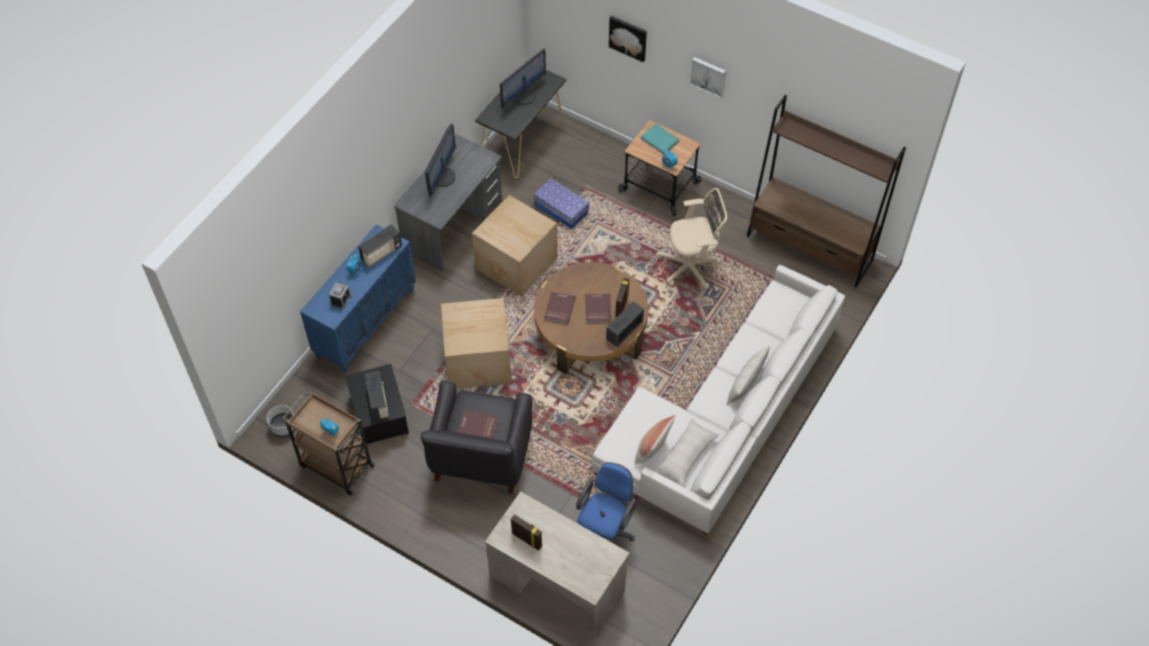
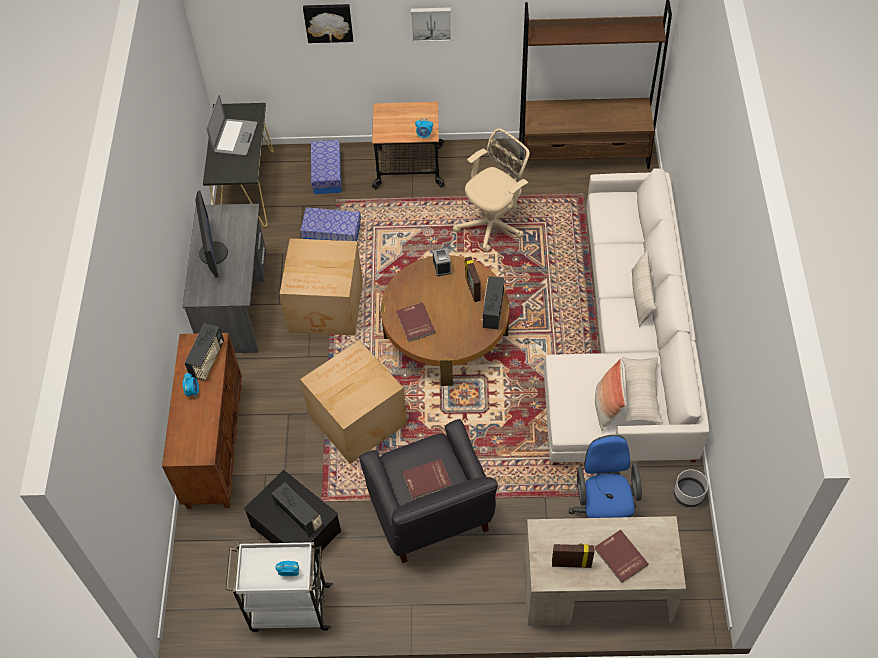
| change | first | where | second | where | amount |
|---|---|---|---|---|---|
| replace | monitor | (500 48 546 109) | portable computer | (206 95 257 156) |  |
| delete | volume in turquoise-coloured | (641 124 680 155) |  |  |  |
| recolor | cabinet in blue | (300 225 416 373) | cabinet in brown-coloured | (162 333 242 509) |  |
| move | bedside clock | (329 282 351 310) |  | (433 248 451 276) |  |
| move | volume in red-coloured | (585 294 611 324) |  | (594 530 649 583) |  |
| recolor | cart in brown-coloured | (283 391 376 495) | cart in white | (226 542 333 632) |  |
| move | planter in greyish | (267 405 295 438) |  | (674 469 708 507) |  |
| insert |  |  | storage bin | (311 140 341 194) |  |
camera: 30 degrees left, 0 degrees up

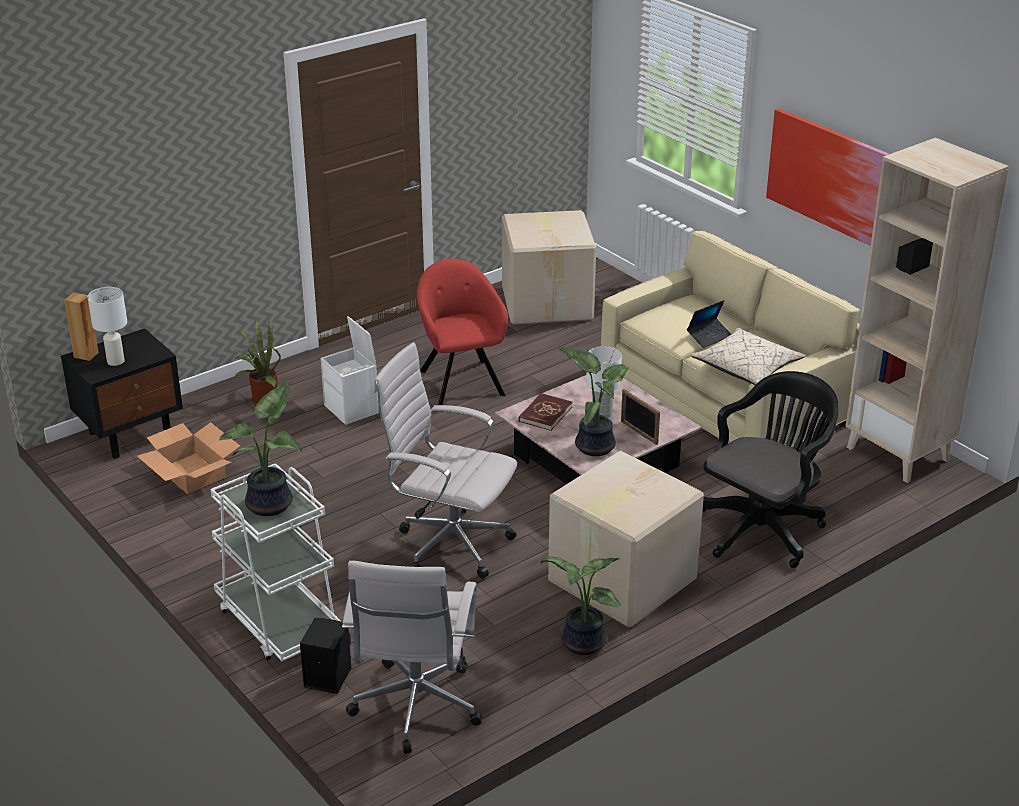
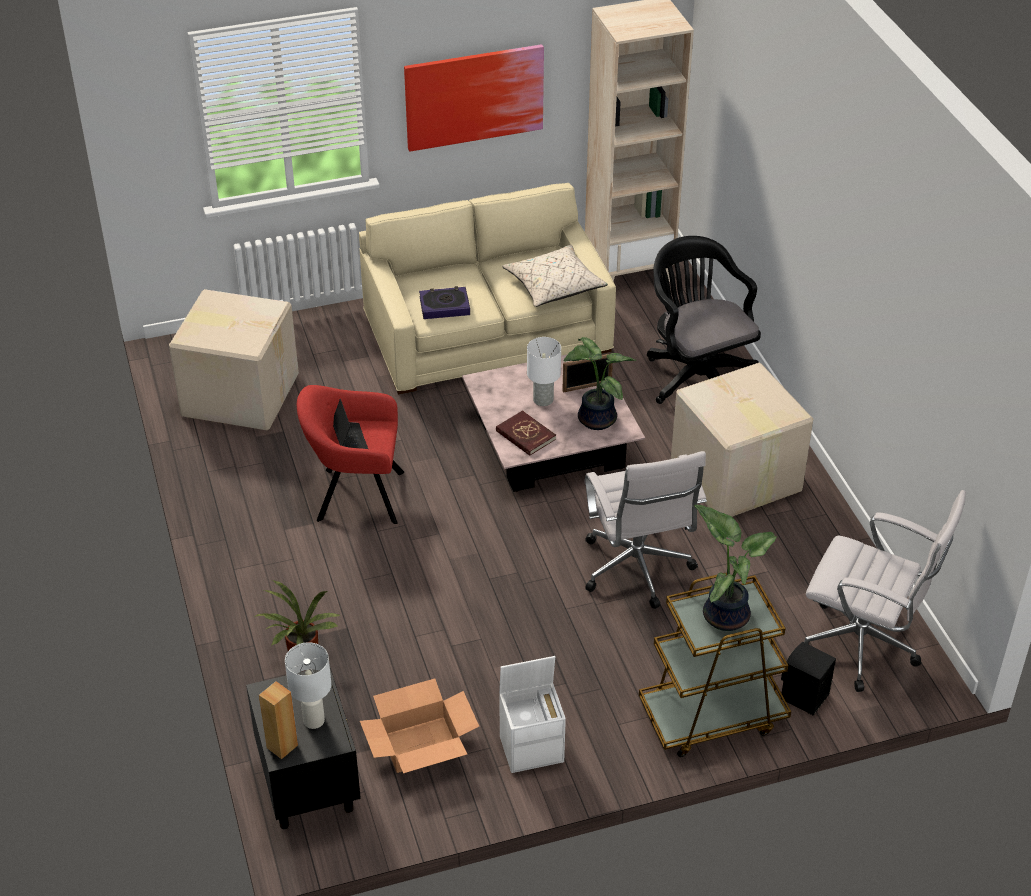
| change | first | where | second | where | amount |
|---|---|---|---|---|---|
| move | portable computer | (687 300 731 348) |  | (333 399 368 449) |  |
| move | storage bin in white | (321 316 379 425) |  | (499 656 566 773) |  |
| rotate | computer chair in white | (374 342 517 579) |  | (584 451 707 609) | 60 degrees counterclockwise |
| recolor | cart in white | (211 463 342 661) | cart in brown-coloured | (639 573 791 757) |  |
| delete | houseplant | (540 556 621 655) |  |  |  |
| insert |  |  | volume | (419 286 470 319) |  |
camera: 70 degrees left, 10 degrees up

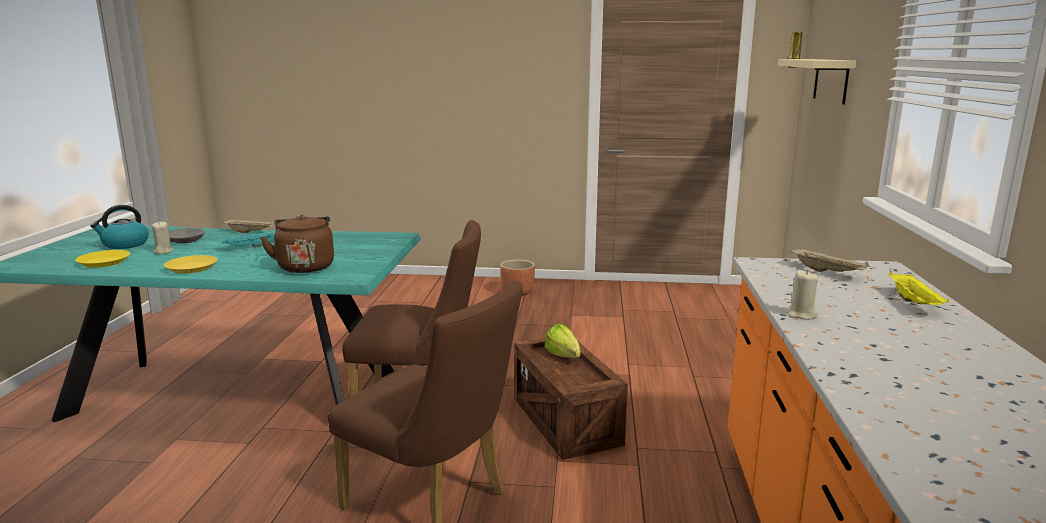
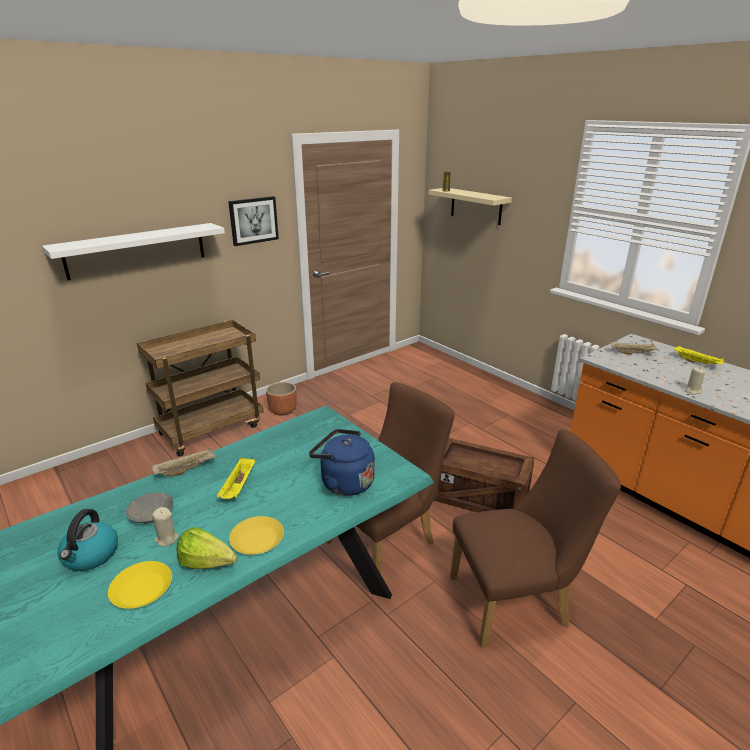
| change | first | where | second | where | amount |
|---|---|---|---|---|---|
| recolor | kettle in brown-coloured | (260 215 334 273) | kettle in blue | (309 429 375 496) |  |
| recolor | carrying tray in turquoise-coloured | (217 229 277 247) | carrying tray in yellow | (217 457 255 499) |  |
| move | lettuce | (545 324 581 358) |  | (176 527 237 569) |  |
| insert |  |  | picture | (228 196 279 246) |  |
| insert |  |  | bracket shelf in white | (42 223 225 280) |  |
| insert |  |  | cart in brown-coloured | (137 320 263 456) |  |
camera: 45 degrees left, 10 degrees up

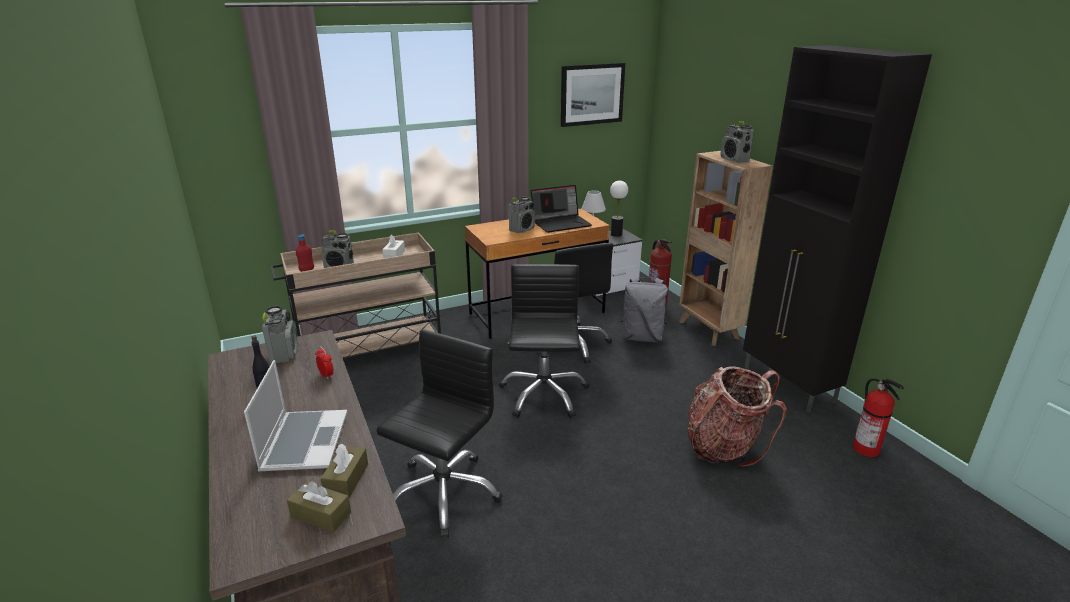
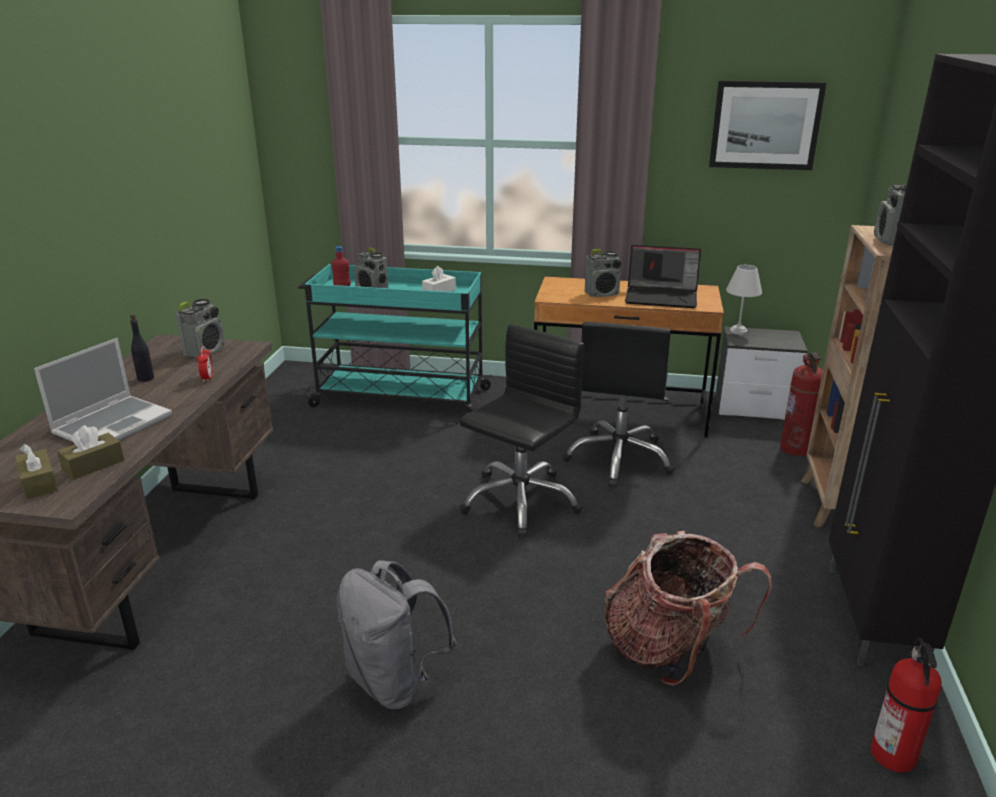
| change | first | where | second | where | amount |
|---|---|---|---|---|---|
| delete | tabletop lamp | (610 181 628 237) |  |  |  |
| recolor | cart in beige-coloured | (270 232 441 360) | cart in turquoise-coloured | (298 264 493 413) |  |
| move | rucksack in greyish | (620 277 668 342) |  | (337 560 457 710) |  |
| delete | computer chair in black-coloured | (376 329 503 538) |  |  |  |
camera: 35 degrees right, 0 degrees up

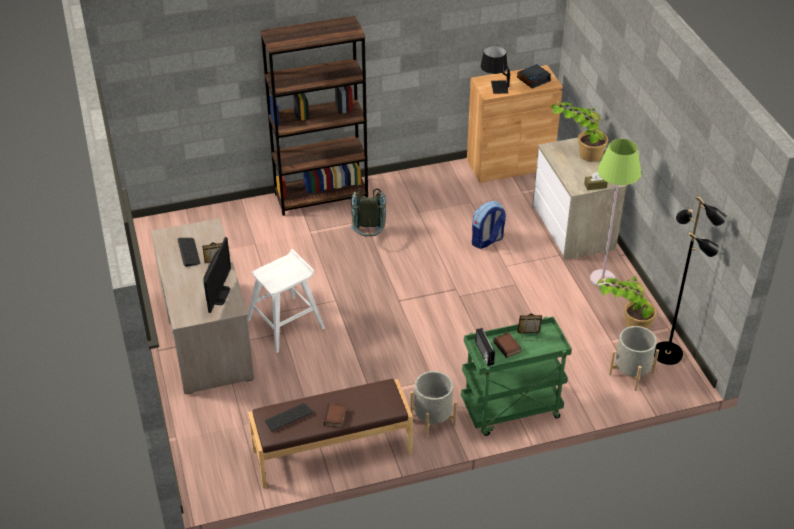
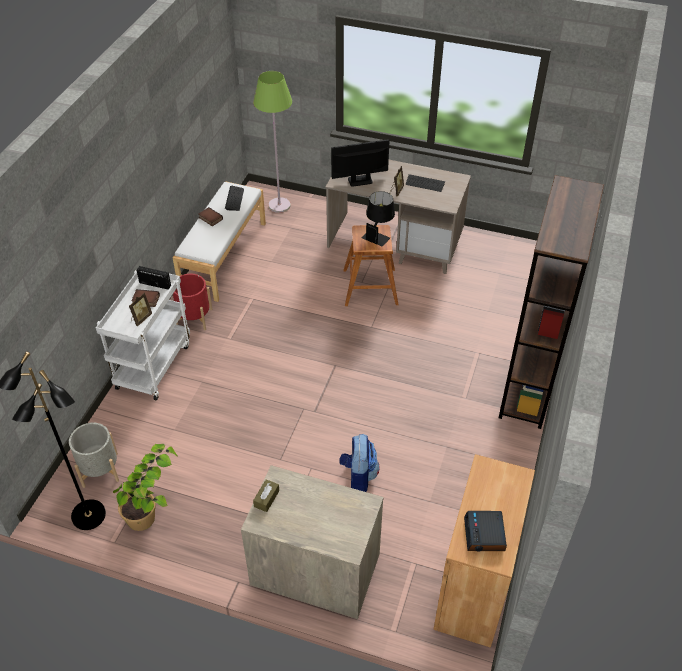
| change | first | where | second | where | amount |
|---|---|---|---|---|---|
| move | tabletop lamp in black-coloured | (481 46 510 94) |  | (362 191 395 247) |  |
| delete | houseplant | (550 101 608 162) |  |  |  |
| move | standard lamp in green | (590 139 641 287) |  | (253 71 292 213) |  |
| delete | rucksack in greyish | (350 188 386 236) |  |  |  |
| rotate | monitor | (203 237 231 313) |  | (331 139 389 187) | 120 degrees clockwise |
| recolor | sitting stool in white | (247 249 325 353) | sitting stool in brown-coloured | (343 225 398 306) |  |
| recolor | cart in green | (461 316 572 436) | cart in white | (96 270 190 400) |  |
| recolor | planter in greyish | (410 371 457 438) | planter in red-coloured | (173 274 212 330) |  |
| recolor | bench in brown-coloured | (248 379 413 488) | bench in white | (173 181 266 302) |  |
camera: 125 degrees right, 5 degrees up

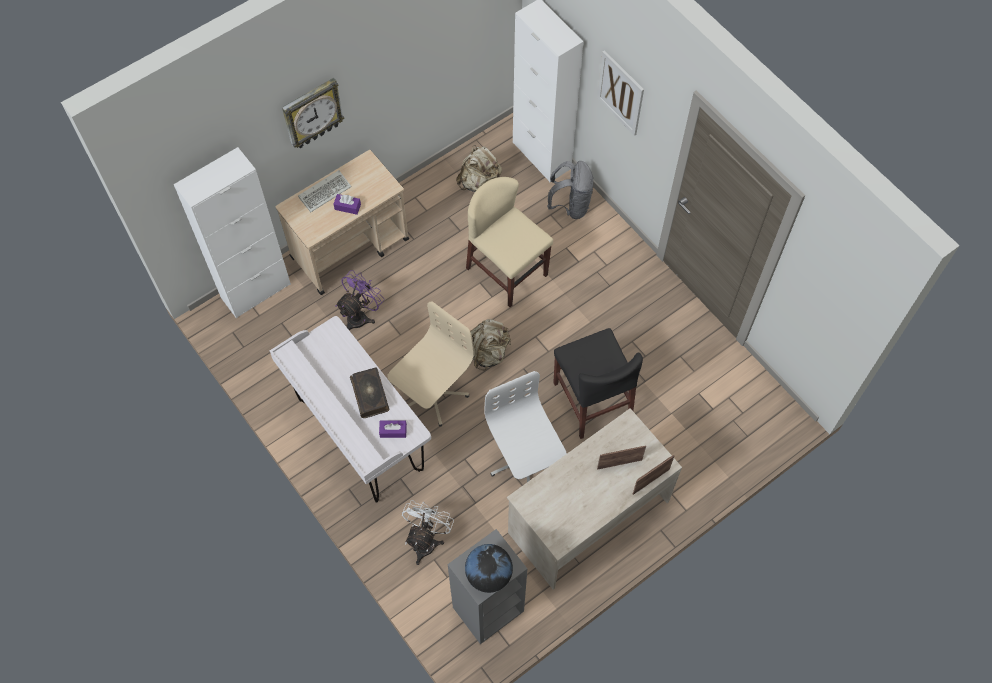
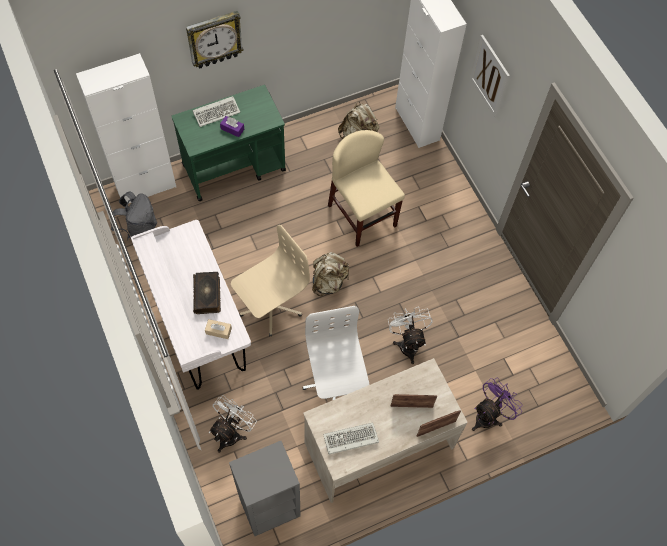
| change | first | where | second | where | amount |
|---|---|---|---|---|---|
| recolor | cart in beige-coloured | (275 150 409 295) | cart in green | (171 85 286 201) |  |
| move | rucksack in greyish | (547 161 594 219) |  | (111 192 157 240) |  |
| move | cooling fan in purplish | (335 270 385 330) |  | (472 378 523 431) |  |
| replace | upright chair in black-coloured | (553 328 643 439) | cooling fan in white | (388 307 433 364) |  |
| recolor | box of tissues in purplish | (379 421 407 438) | box of tissues in beige-coloured | (205 319 232 339) |  |
| delete | globe | (465 544 513 593) |  |  |  |
| insert |  |  | computer keyboard | (323 422 379 455) |  |
camera: 10 degrees right, 0 degrees up

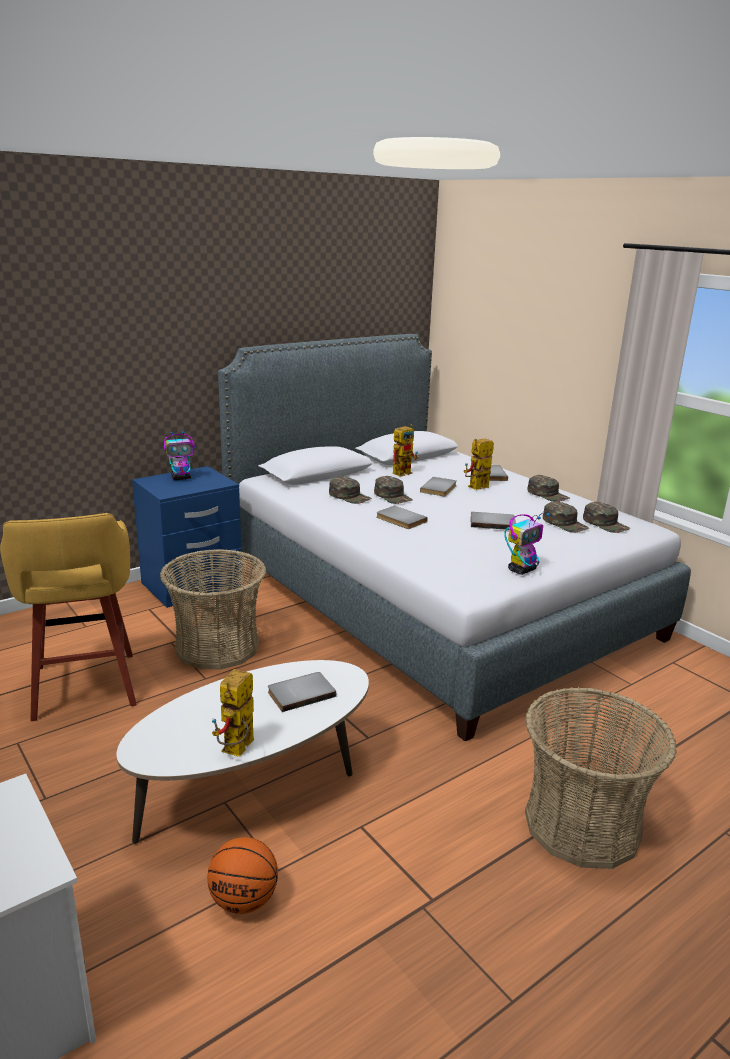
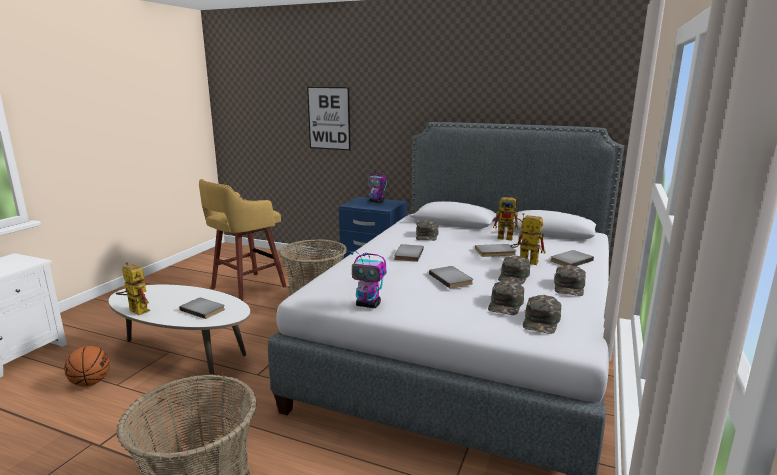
| change | first | where | second | where | amount |
|---|---|---|---|---|---|
| move | cap in green | (374 476 413 504) |  | (498 256 530 284) |  |
| rotate | model robot | (212 669 254 757) |  | (116 262 150 315) | 45 degrees clockwise |
| insert |  |  | picture | (307 87 351 150) |  |
camera: 60 degrees right, 5 degrees down

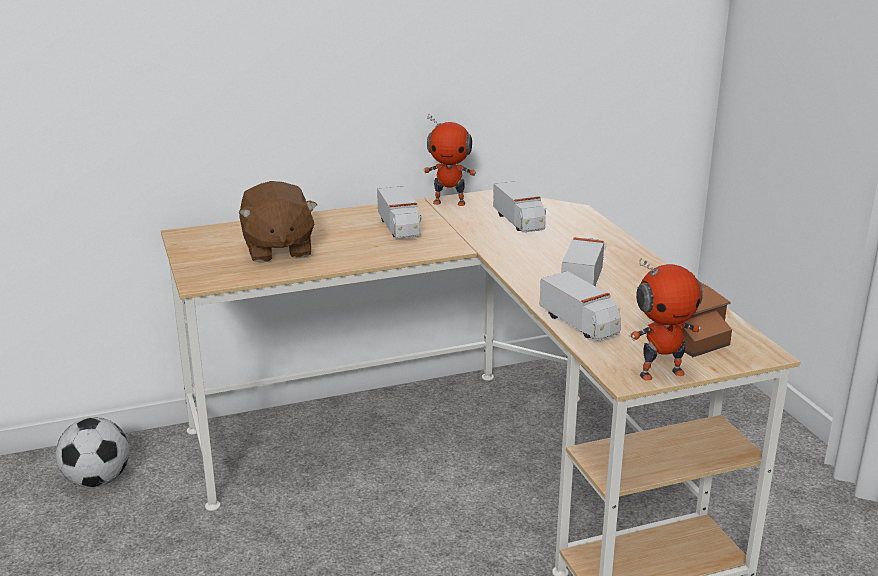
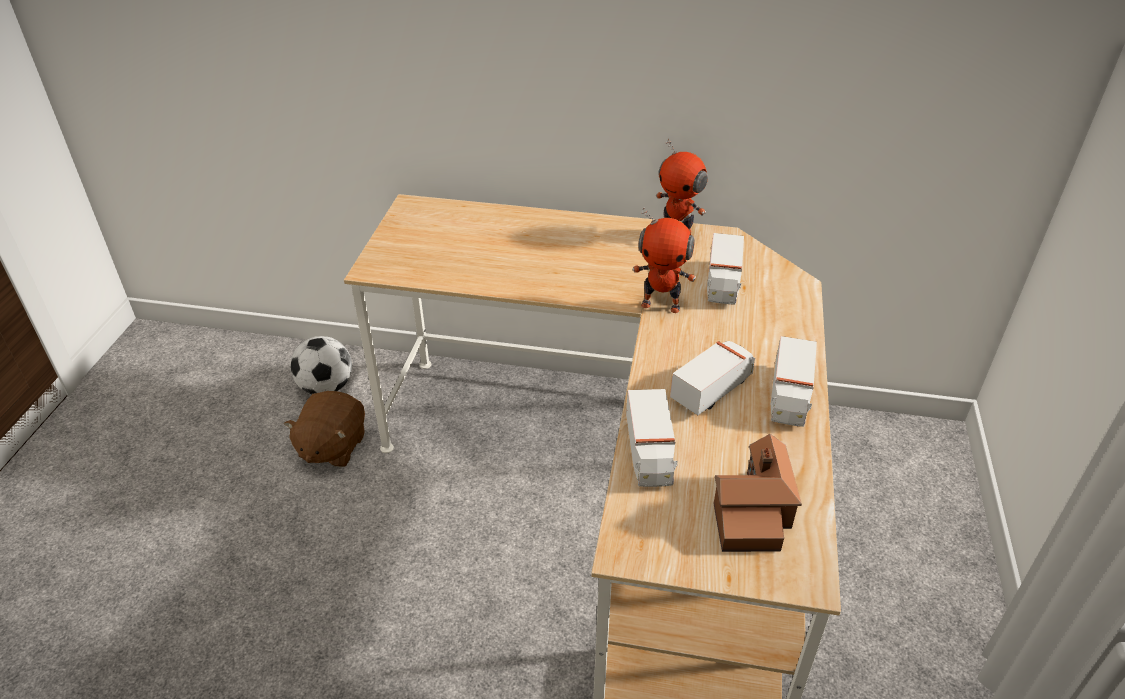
| change | first | where | second | where | amount |
|---|---|---|---|---|---|
| move | plush toy in brown-coloured | (239 181 317 263) |  | (284 391 365 467) |  |
| move | toy truck | (377 186 421 239) |  | (771 336 817 427) |  |
| move | model robot | (630 258 703 381) |  | (633 207 696 313) |  |
camera: 30 degrees right, 15 degrees up

